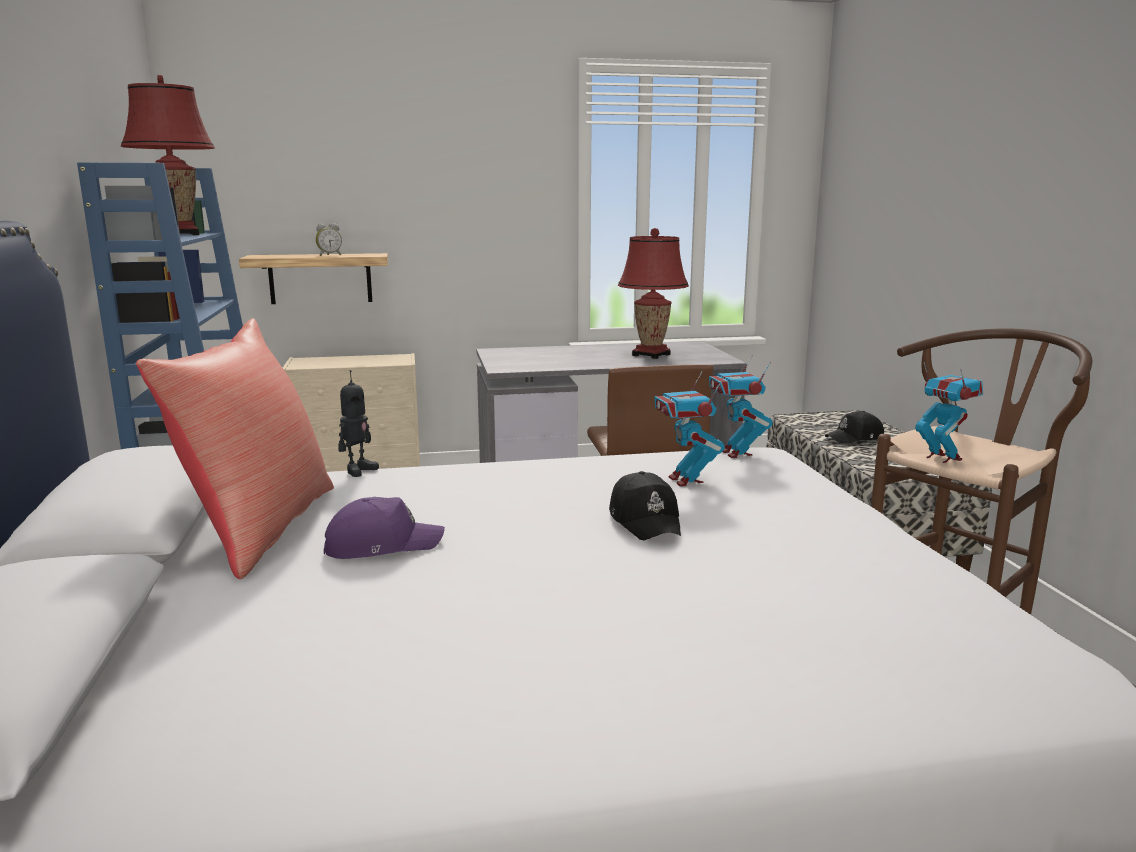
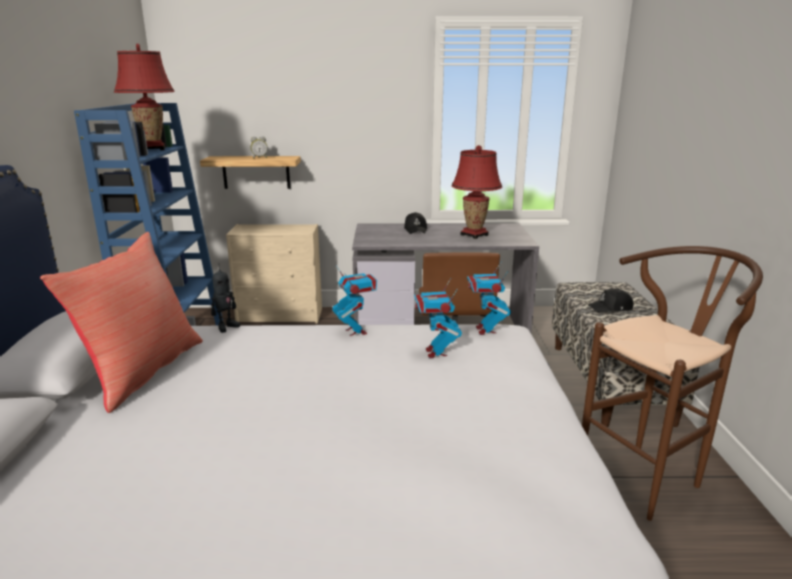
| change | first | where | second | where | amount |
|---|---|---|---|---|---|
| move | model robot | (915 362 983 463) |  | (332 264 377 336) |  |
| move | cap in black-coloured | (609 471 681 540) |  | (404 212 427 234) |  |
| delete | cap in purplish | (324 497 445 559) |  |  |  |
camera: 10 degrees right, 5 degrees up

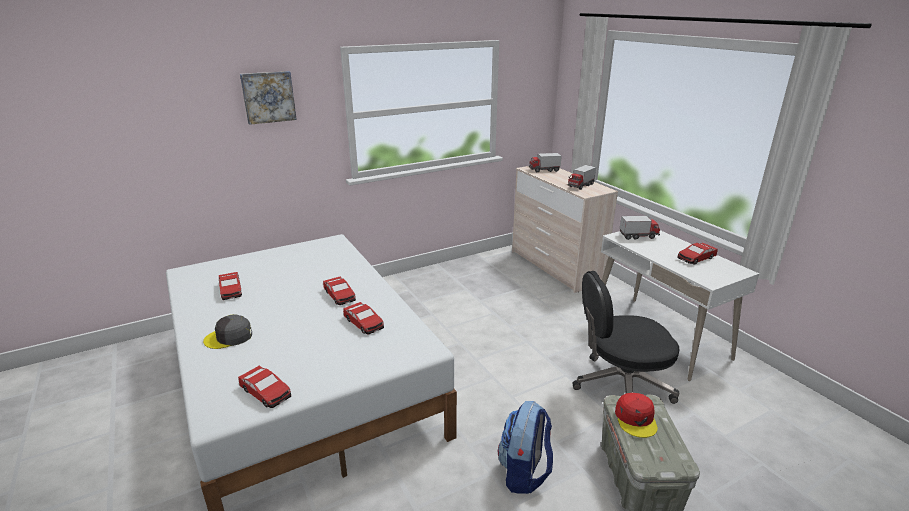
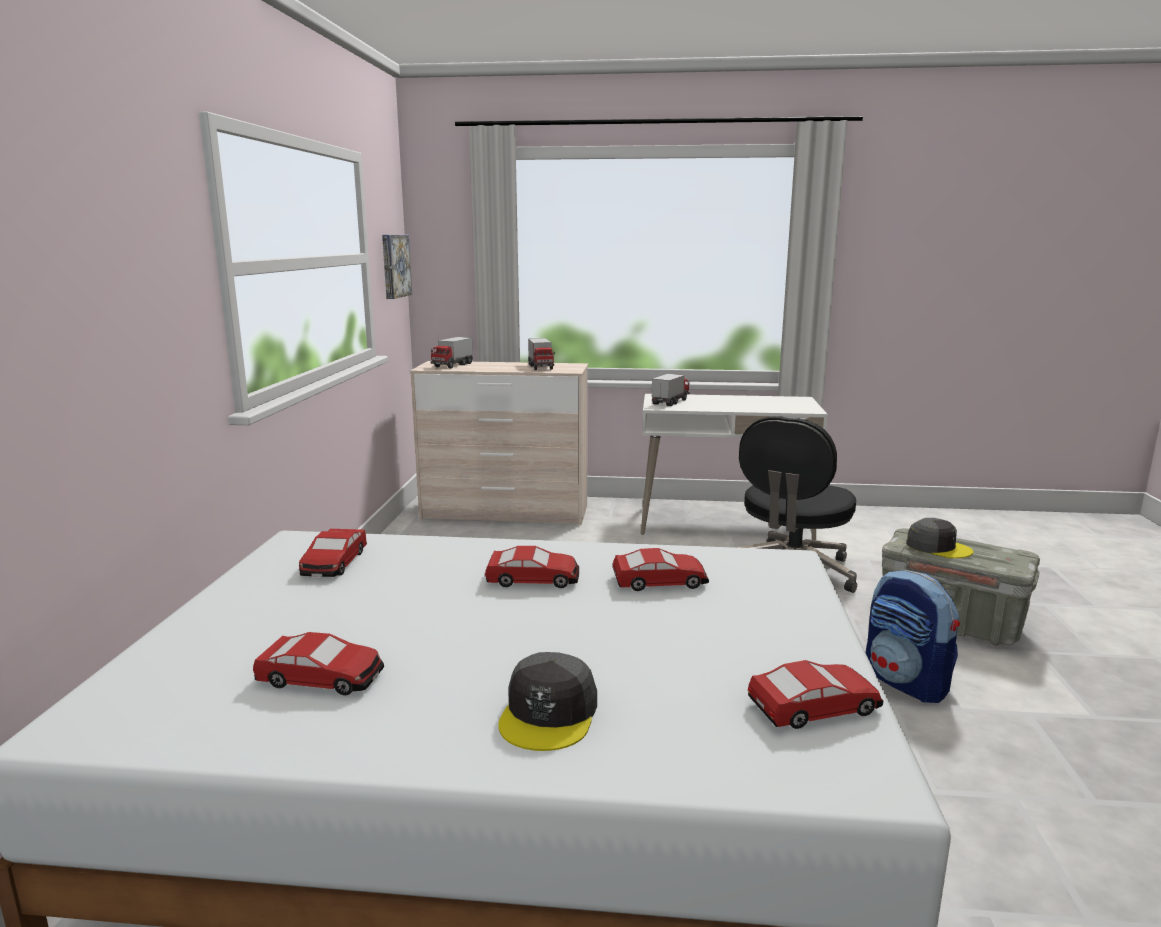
| change | first | where | second | where | amount |
|---|---|---|---|---|---|
| move | picture | (240 71 297 125) |  | (382 235 412 299) |  |
| move | miniature car | (677 243 718 265) |  | (299 529 367 577) |  |
| recolor | cap in red-coloured | (615 393 658 438) | cap in greyish | (906 518 973 558) |  |
camera: 55 degrees left, 10 degrees down

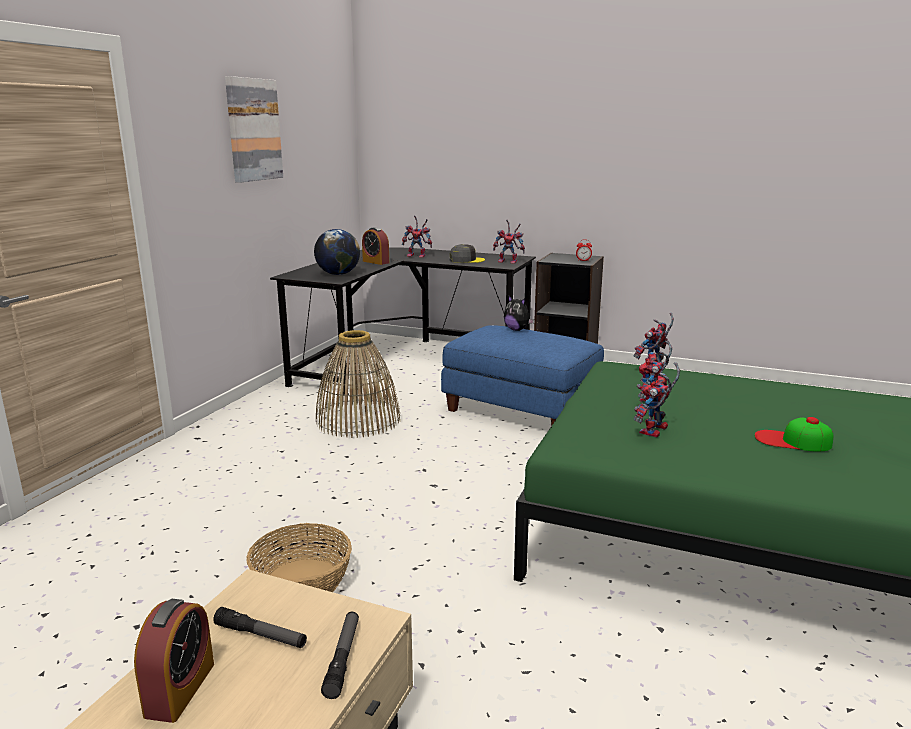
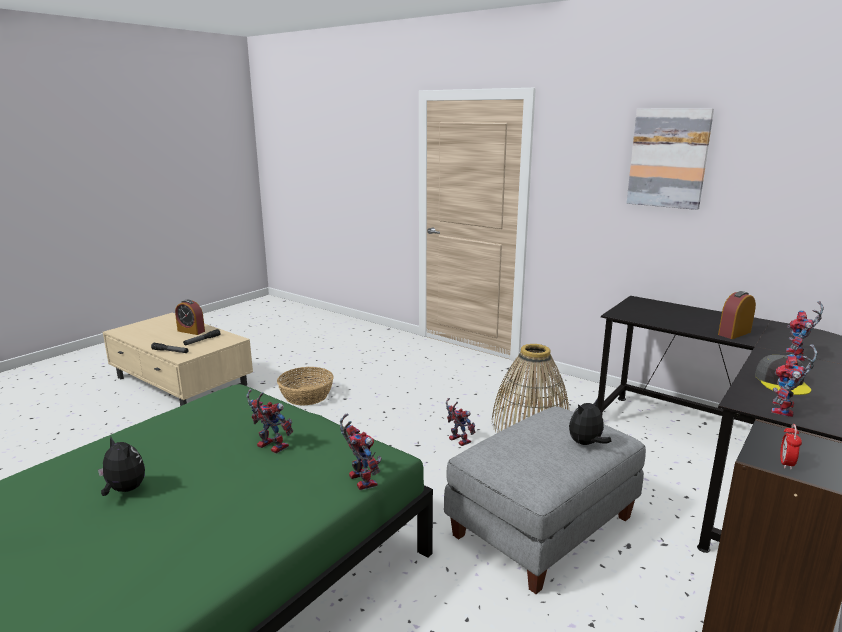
| change | first | where | second | where | amount |
|---|---|---|---|---|---|
| delete | globe | (314 229 360 275) |  |  |  |
| recolor | ottoman in blue | (441 325 604 425) | ottoman in greyish | (444 406 646 594) |  |
| move | model robot | (634 362 680 438) |  | (446 398 475 446) |  |
| replace | cap | (754 417 833 452) | plush toy | (98 437 145 496) |  |
camera: 105 degrees right, 0 degrees up

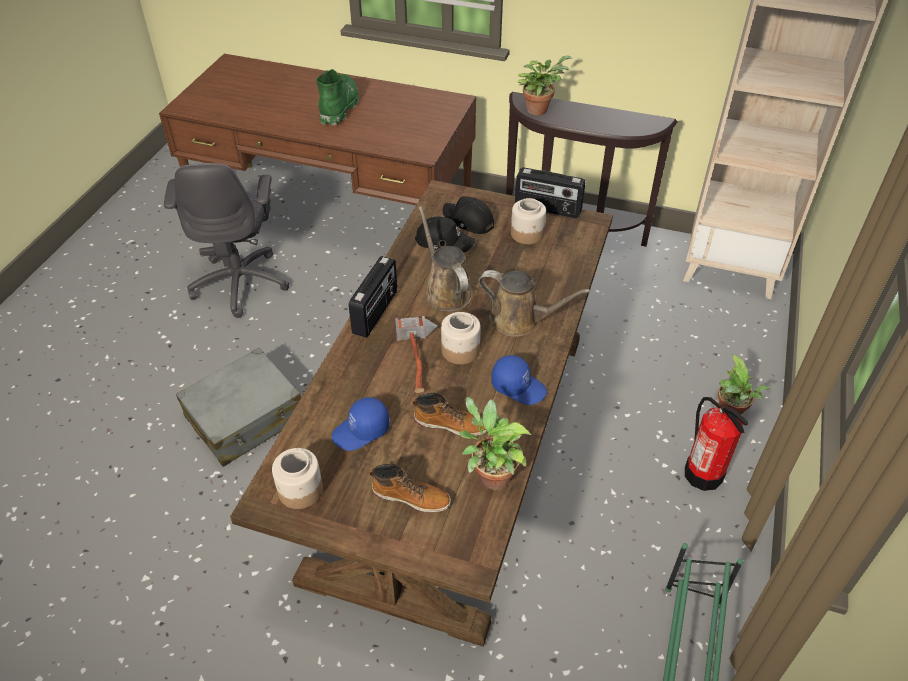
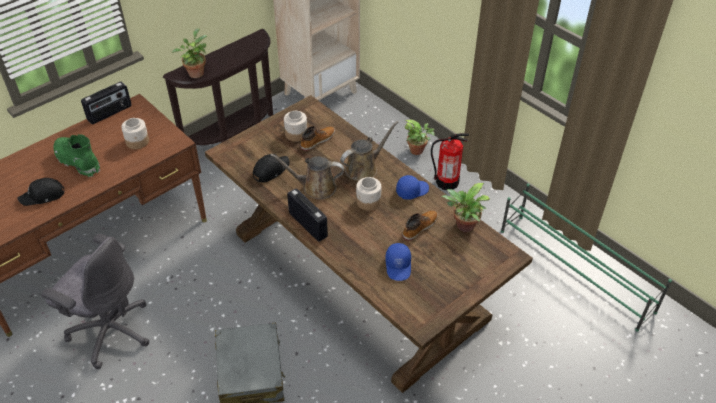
| change | first | where | second | where | amount |
|---|---|---|---|---|---|
| move | radio | (515 167 586 218) |  | (81 82 132 124) |  |
| move | cap in black-coloured | (443 196 494 234) |  | (17 178 64 206) |  |
| delete | hammer | (395 316 437 393) |  |  |  |
| move | storage jar | (272 448 323 509) |  | (121 118 149 149) |  |
| move | high-top boot | (369 464 451 512) |  | (300 126 335 151) |  |
camera: 60 degrees left, 0 degrees up

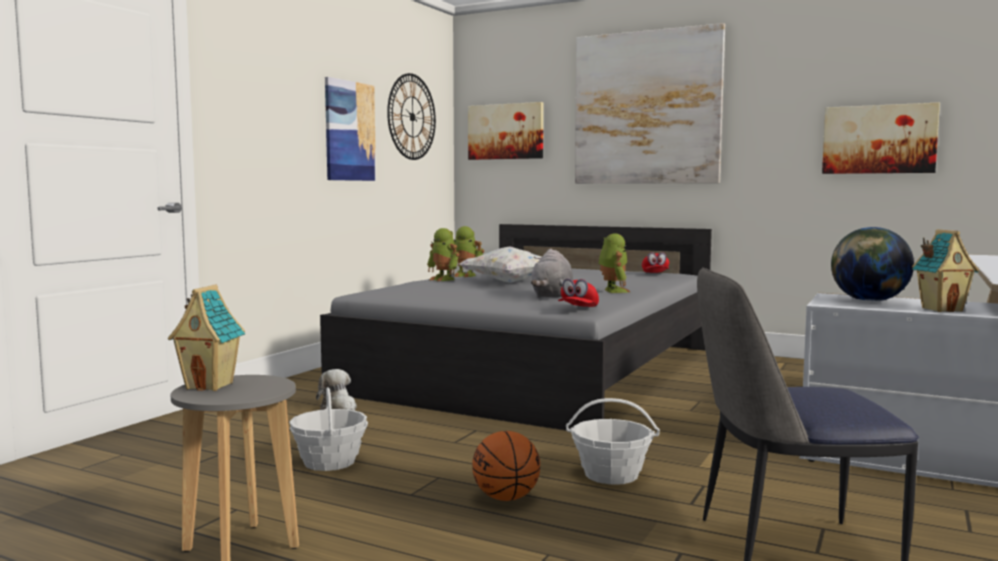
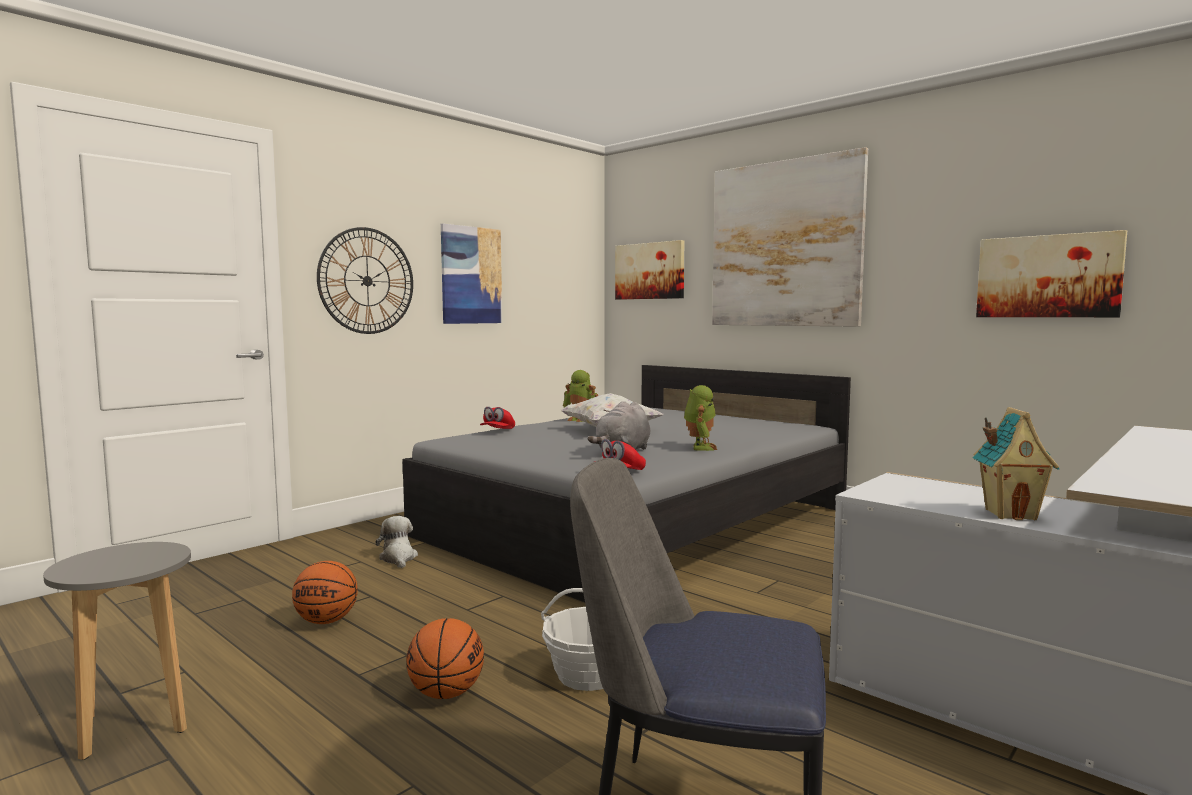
| change | first | where | second | where | amount |
|---|---|---|---|---|---|
| move | clock on the wall | (387 73 436 160) |  | (317 227 413 334) |  |
| delete | globe | (831 227 914 302) |  |  |  |
| delete | model robot | (427 228 459 281) |  |  |  |
| move | cap in red-coloured | (642 252 669 273) |  | (480 407 515 429) |  |
| delete | toy house | (168 284 245 391) |  |  |  |
| replace | storage basket | (289 387 368 471) | basketball | (292 561 358 624) |  |
camera: 15 degrees right, 0 degrees up

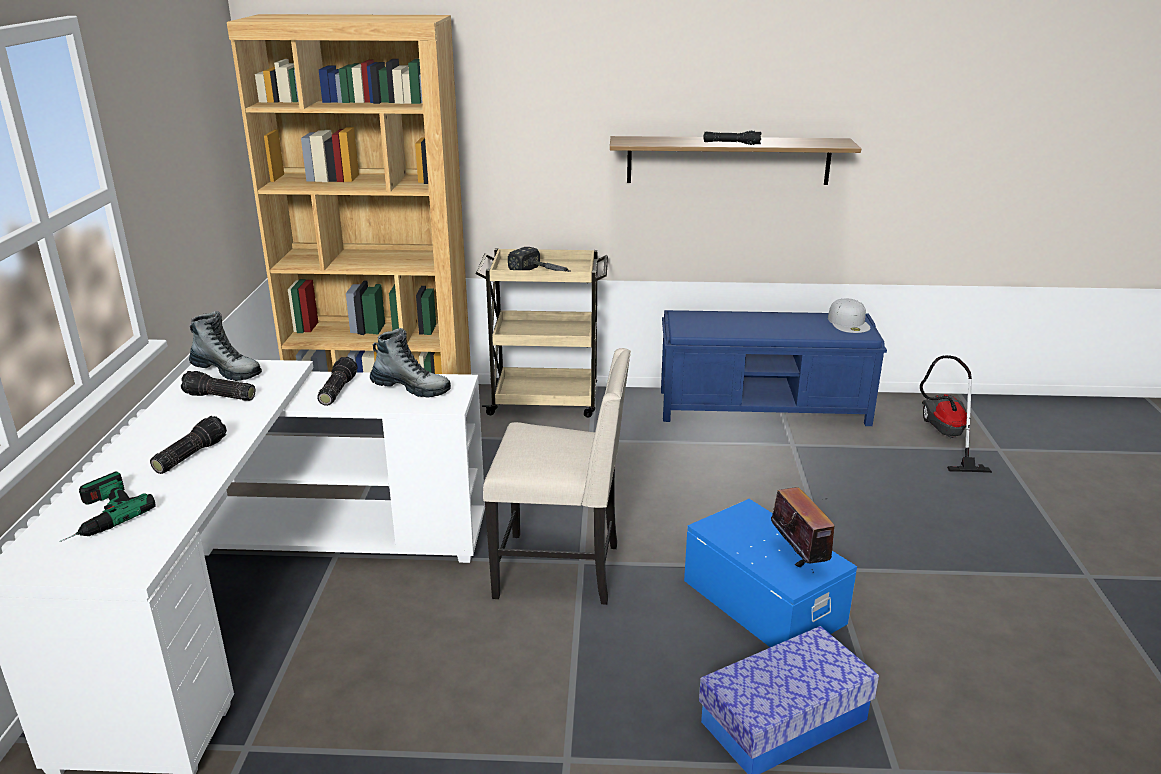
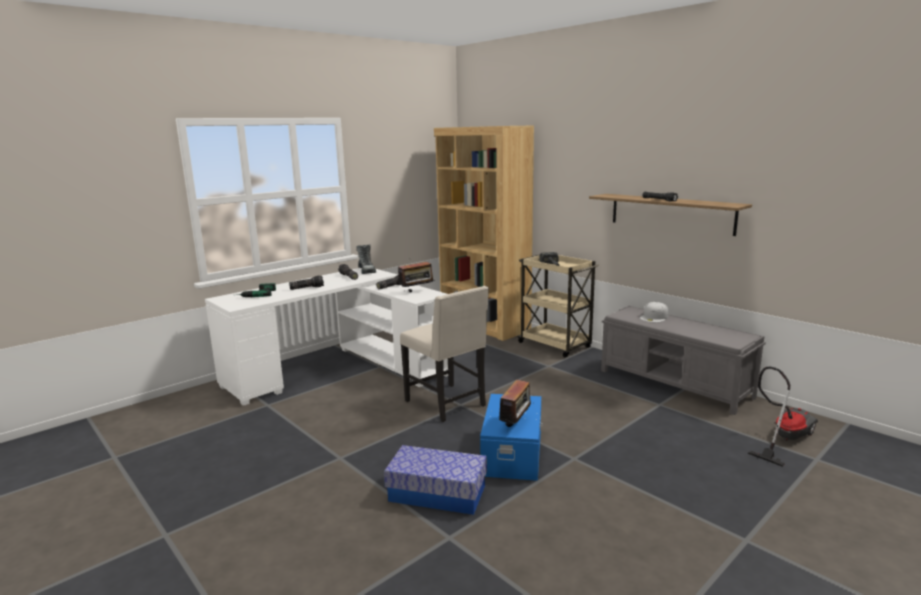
| change | first | where | second | where | amount |
|---|---|---|---|---|---|
| move | cap in white | (828 298 870 333) |  | (640 302 669 323) |  |
| recolor | bench in blue | (661 310 887 426) | bench in greyish | (601 306 766 415) |  |
| replace | high-top boot | (370 328 451 398) | radio | (394 262 435 292) |  |
camera: 45 degrees right, 10 degrees down

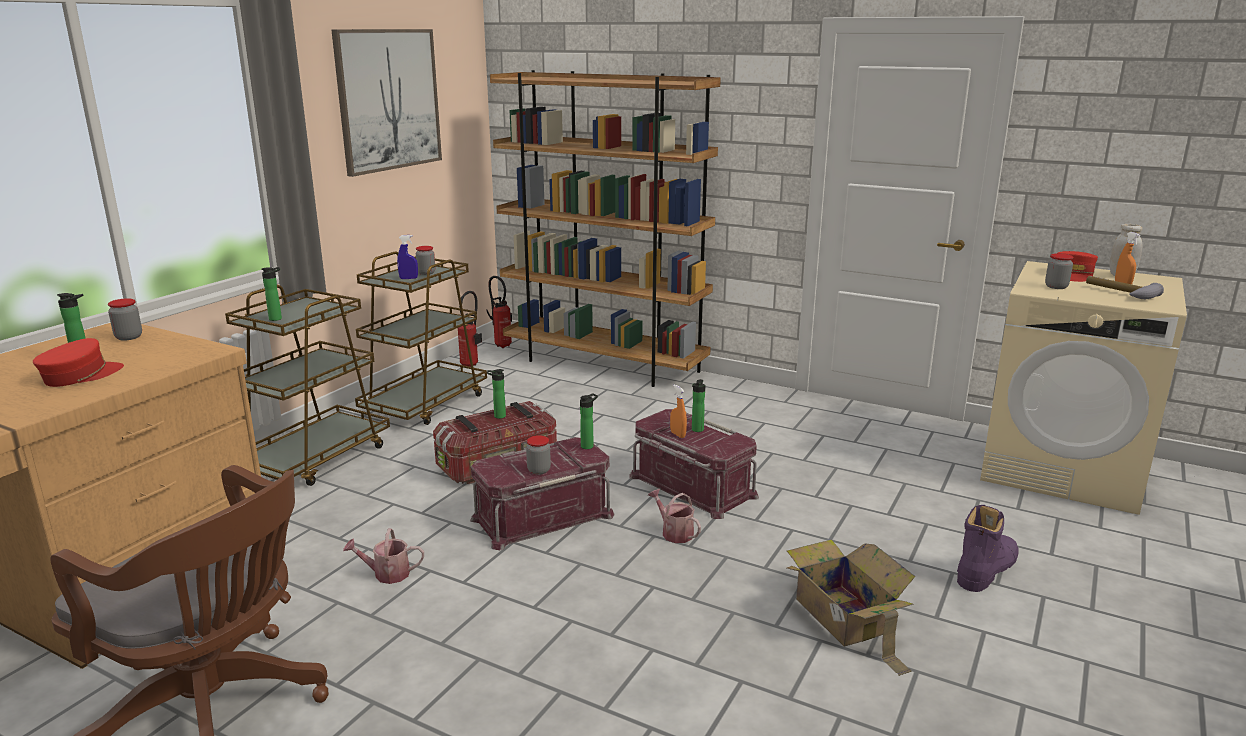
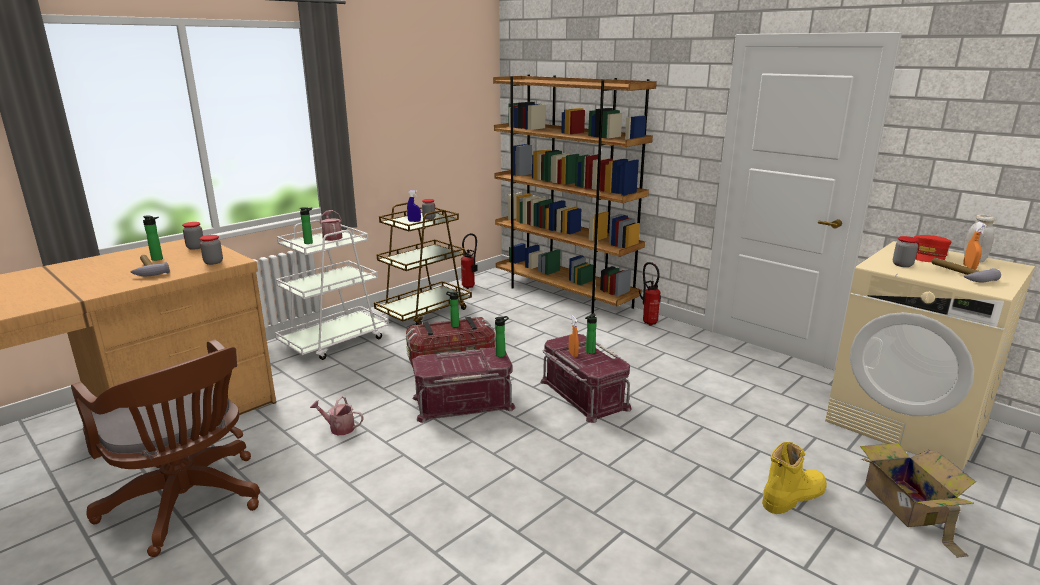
| change | first | where | second | where | amount |
|---|---|---|---|---|---|
| delete | picture | (331 29 442 177) |  |  |  |
| move | fire extinguisher | (486 276 512 348) |  | (639 262 661 326) |  |
| recolor | cart in brown-coloured | (225 285 390 486) | cart in white | (275 220 389 360) |  |
| replace | cap in red-coloured | (33 338 124 387) | hammer | (131 255 170 276) |  |
| move | storage jar | (526 435 551 475) |  | (200 235 223 265) |  |
| move | watering pot | (648 489 701 543) |  | (320 210 342 241) |  |
| recolor | high-top boot in purplish | (957 505 1019 592) | high-top boot in yellow | (762 442 827 514) |  |
| move | carton | (787 539 916 676) |  | (860 443 976 558) |  |
camera: 15 degrees right, 0 degrees up

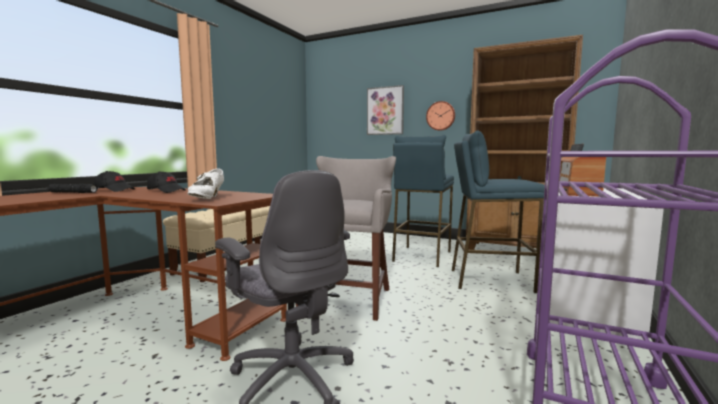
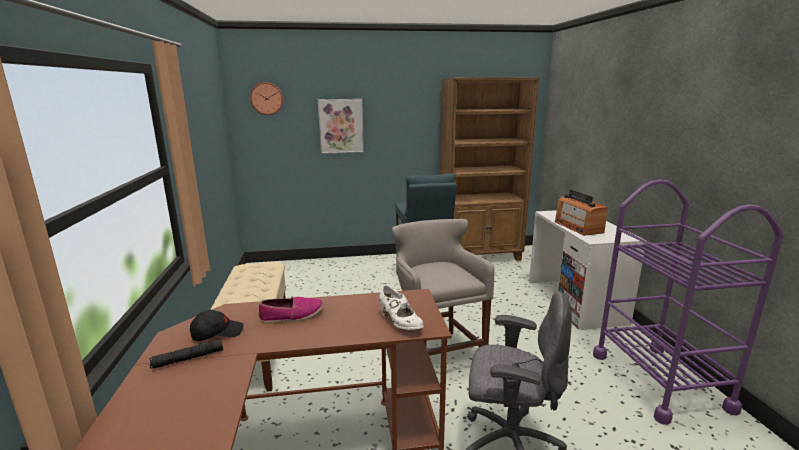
| change | first | where | second | where | amount |
|---|---|---|---|---|---|
| move | clock on the wall | (426 101 455 131) |  | (250 82 283 115) |  |
| delete | sitting stool in blue | (452 131 545 293) |  |  |  |
| replace | cap in black-coloured | (147 171 186 193) | low shoe | (259 297 323 323) |  |
camera: 35 degrees left, 10 degrees up

